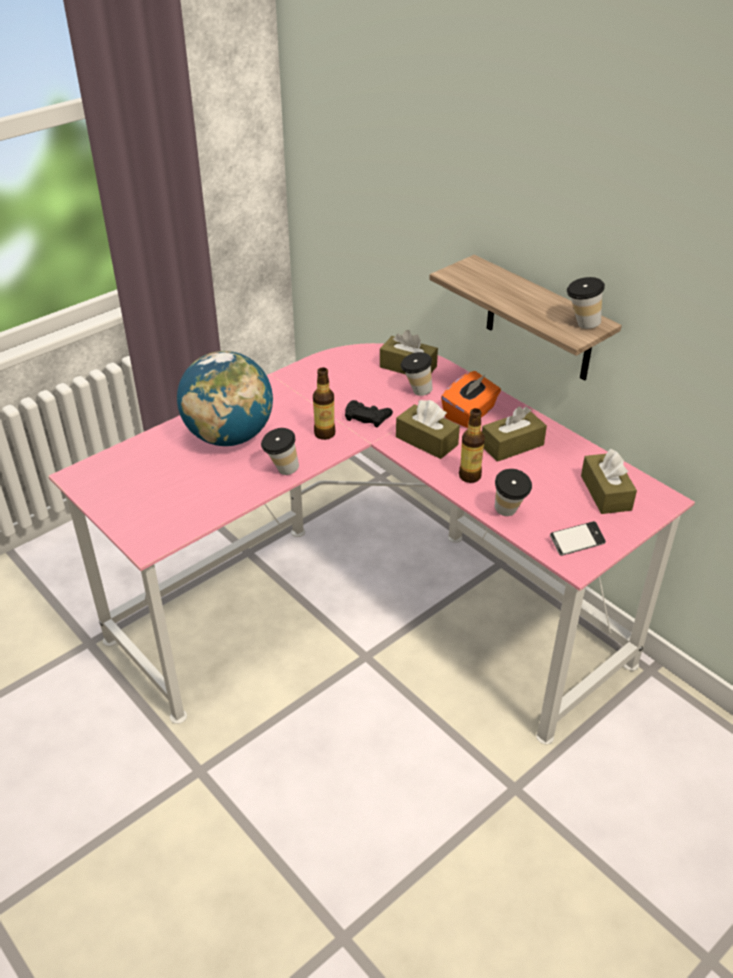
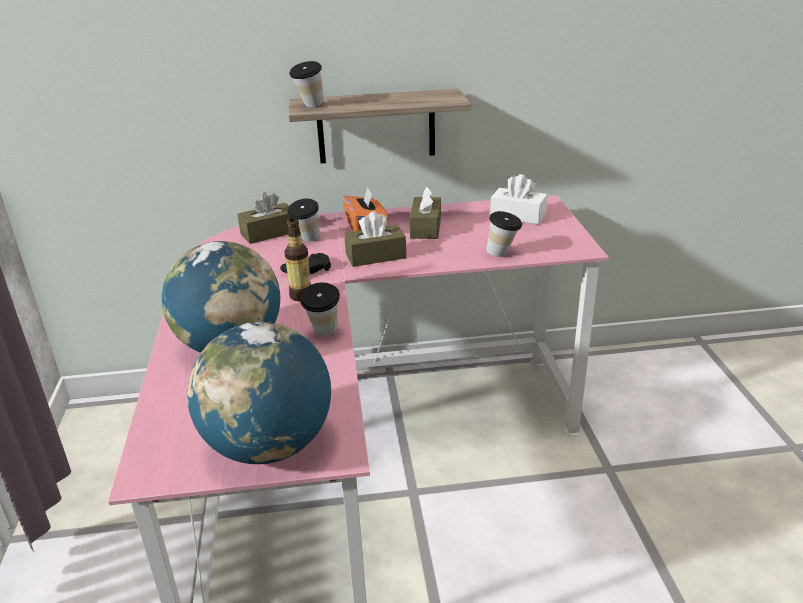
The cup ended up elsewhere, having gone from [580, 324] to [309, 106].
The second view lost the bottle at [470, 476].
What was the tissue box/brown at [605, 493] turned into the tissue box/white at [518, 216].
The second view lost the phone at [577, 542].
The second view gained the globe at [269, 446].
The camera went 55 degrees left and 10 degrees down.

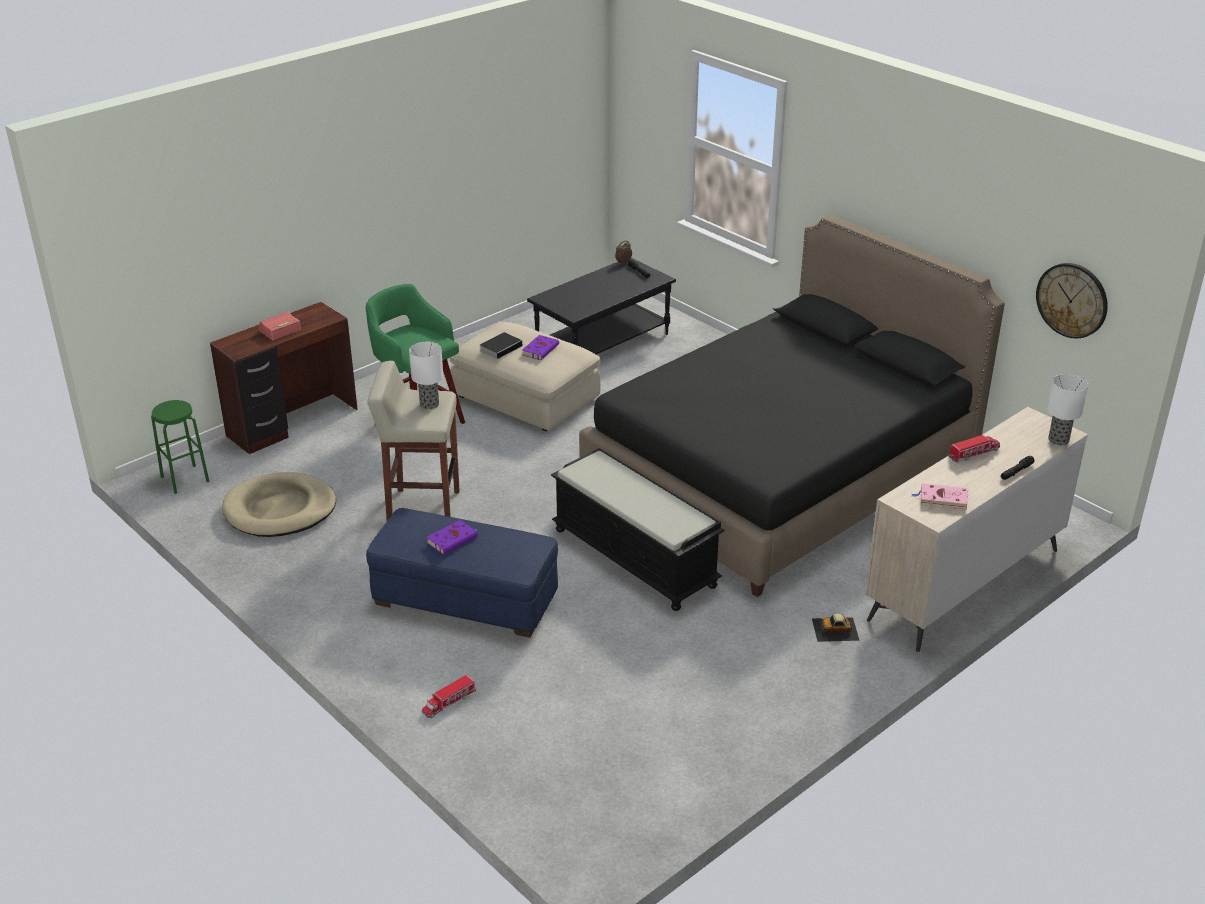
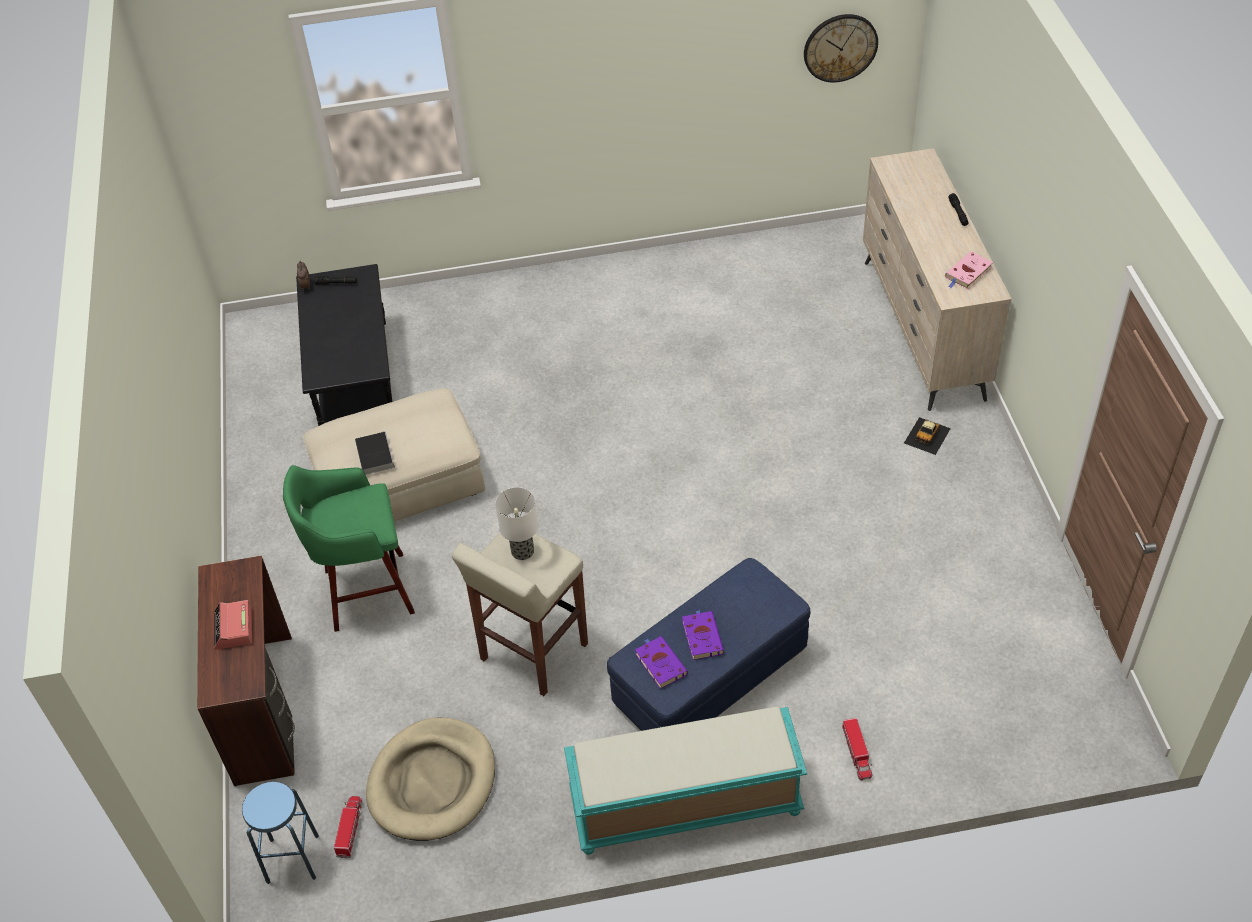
The second view lost the bed/black at [781, 474].
The book/purple ended up elsewhere, having gone from [541, 349] to [659, 663].
The second view lost the table lamp at [1058, 440].
What was the stool/green at [185, 479] turned into the stool/blue at [292, 859].
The toy truck ended up elsewhere, having gone from [974, 453] to [350, 829].
The second view lost the bench/black at [636, 557].
The second view gained the bench/turquoise at [684, 805].
The camera went 55 degrees left and 15 degrees up.

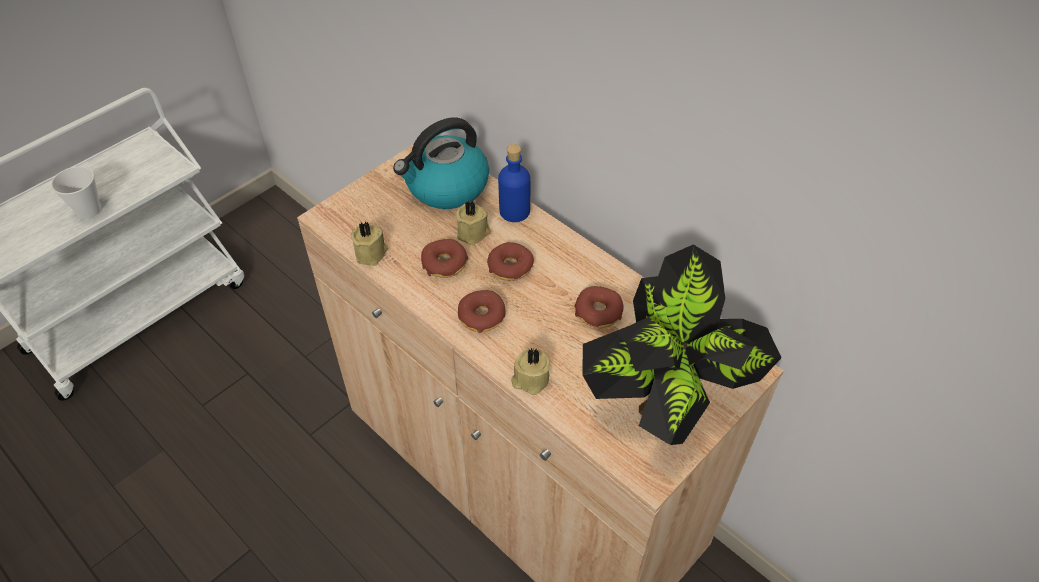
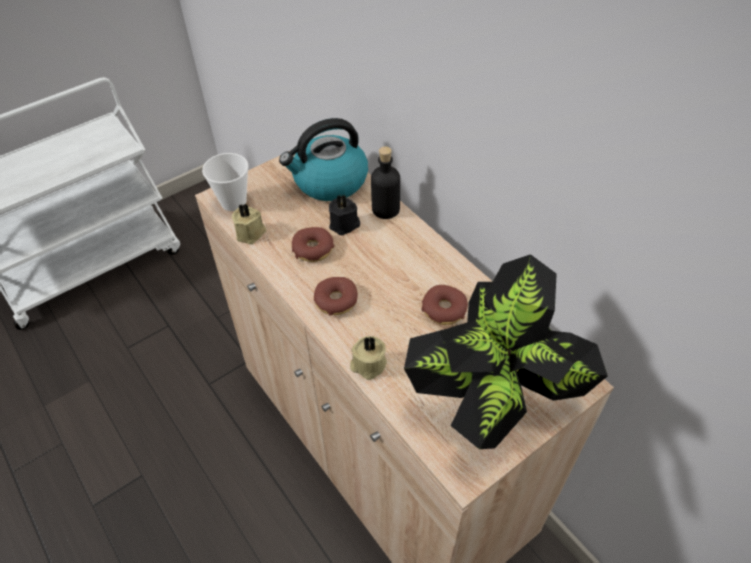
What was the bottle/blue at [514, 211] turned into the bottle/black at [385, 209].
The cup ended up elsewhere, having gone from [89, 210] to [233, 202].
What was the candle/beige at [473, 233] turned into the candle/black at [345, 225].
The second view lost the donut at [510, 267].
The camera went 10 degrees right and 0 degrees up.

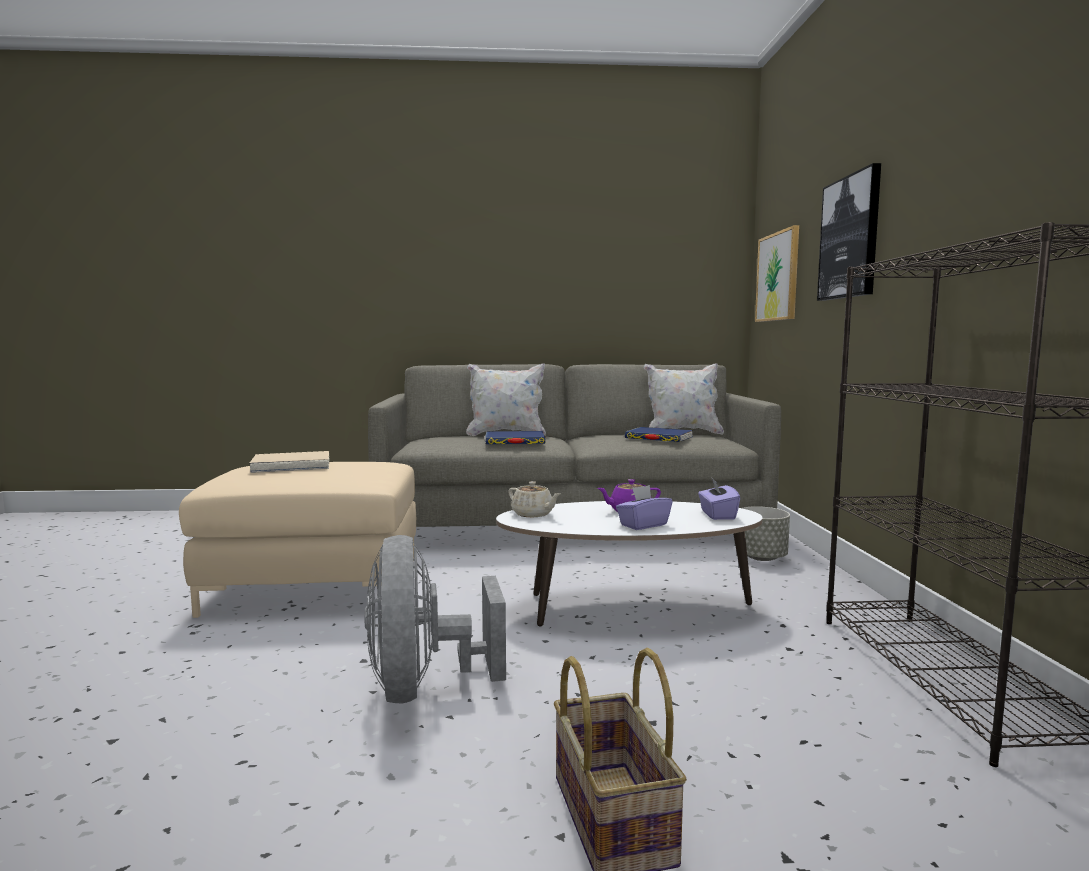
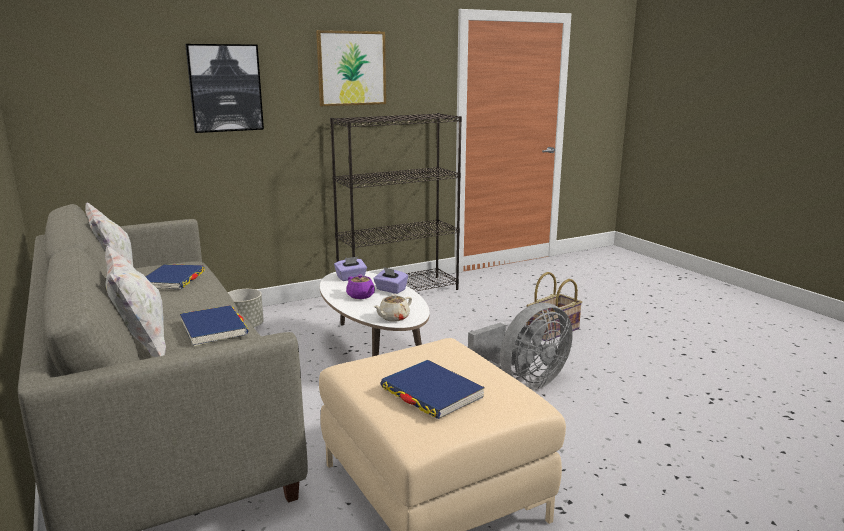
The picture ended up elsewhere, having gone from [778, 277] to [351, 68].
What was the book/beige at [291, 465] turned into the book/blue at [431, 393].
The teapot/beige at [533, 514] ended up facing another way, 150 degrees counterclockwise from before.
The camera went 115 degrees left and 10 degrees up.

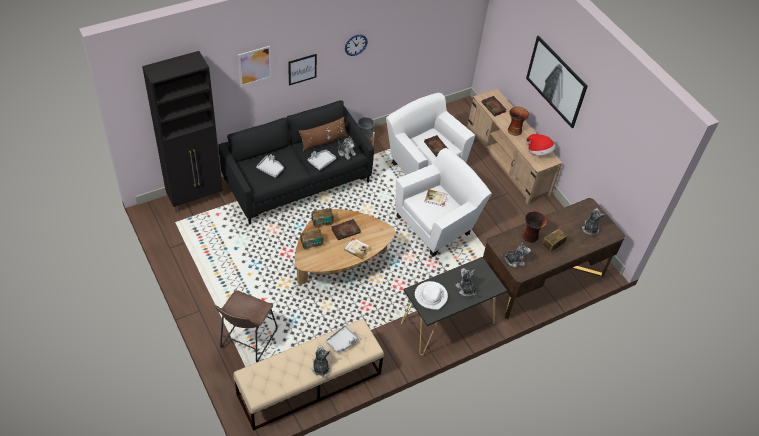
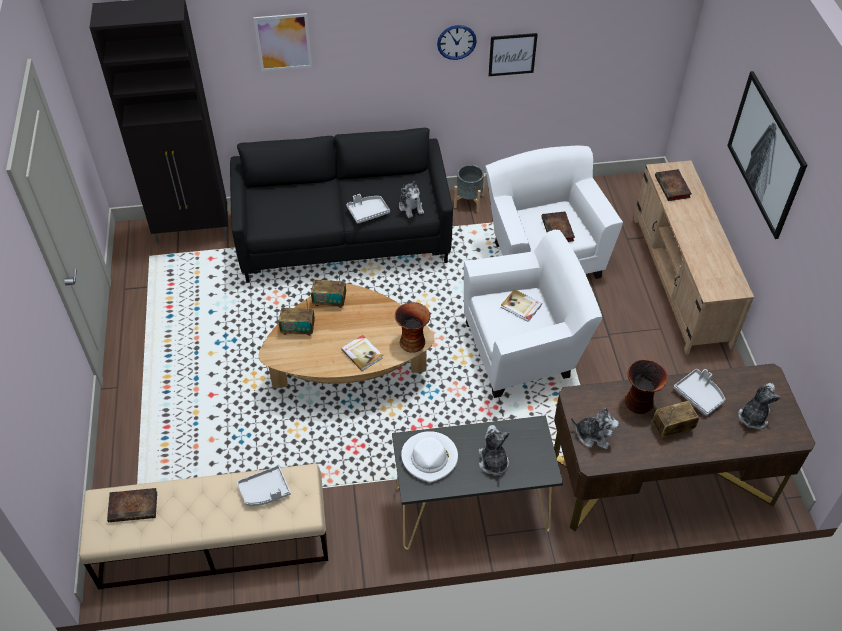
The picture ended up elsewhere, having gone from [302, 69] to [512, 54].
The vase ended up elsewhere, having gone from [514, 130] to [412, 341].
The second view lost the pillow/brown at [323, 141].
The second view lost the hat at [539, 152].
The tray/grey ended up elsewhere, having gone from [270, 169] to [699, 395].
The book ended up elsewhere, having gone from [346, 230] to [134, 506].
The second view lost the stool/brown at [247, 341].
The second view lost the plush toy at [320, 367].
The camera went 25 degrees right and 0 degrees up.

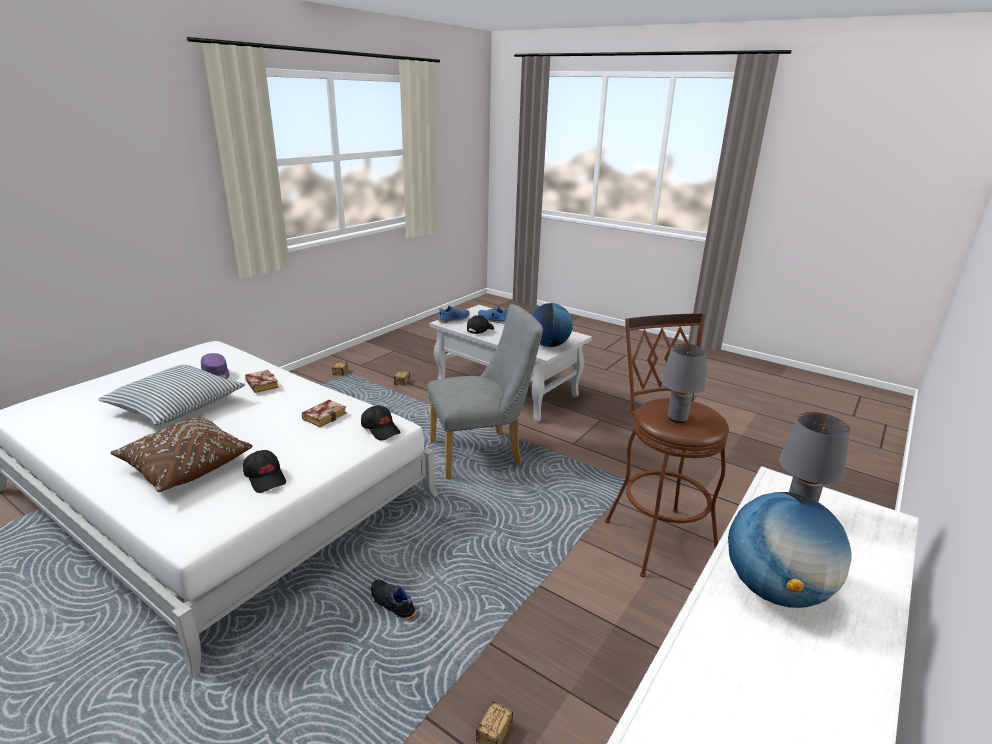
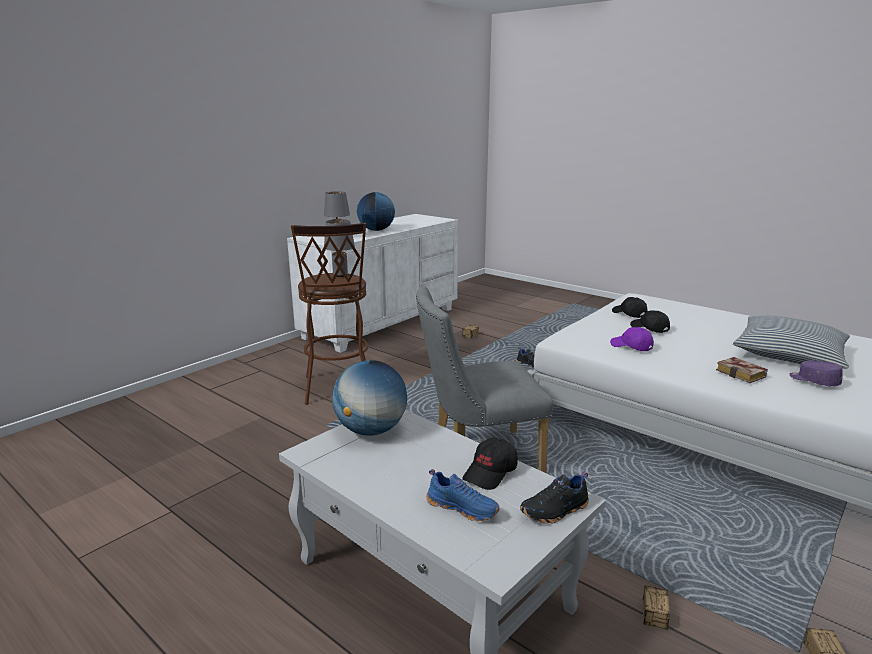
What was the shoe/blue at [453, 319] turned into the shoe/black at [555, 511].
Where the book stood at [325, 416], the cap/purple came to stand at [631, 346].
The cap/black ended up elsewhere, having gone from [381, 429] to [649, 328].
The second view lost the pillow/brown at [185, 466].
The camera went 175 degrees left and 5 degrees down.

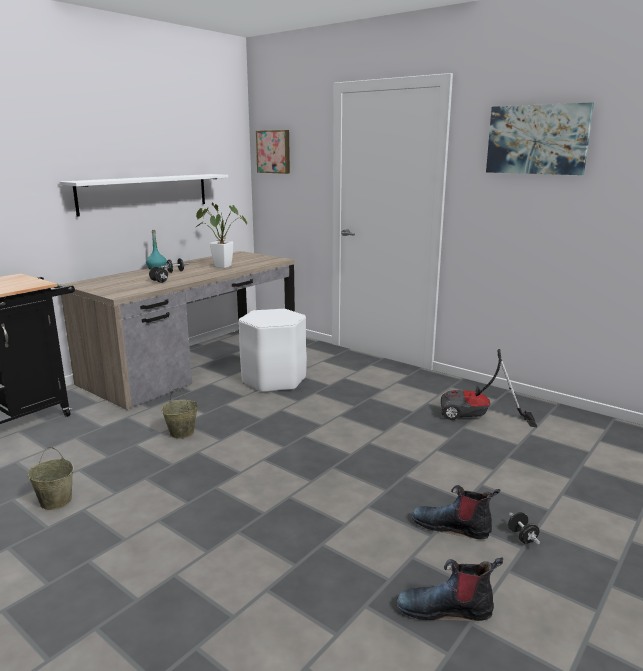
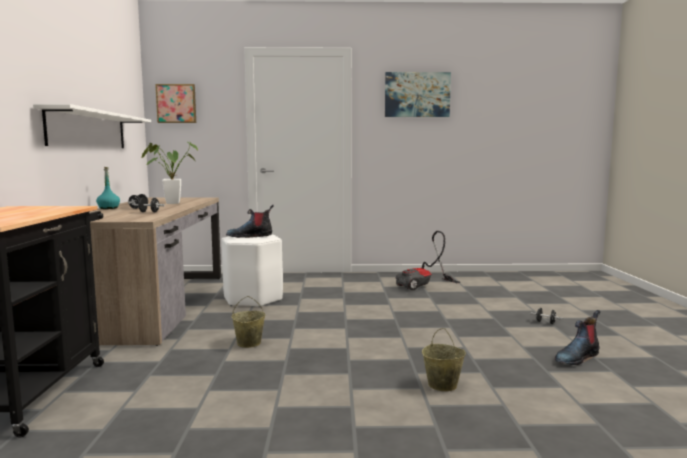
The bucket/beige ended up elsewhere, having gone from [55, 501] to [442, 385].
The boot ended up elsewhere, having gone from [452, 526] to [250, 236].
The camera went 40 degrees left and 10 degrees down.

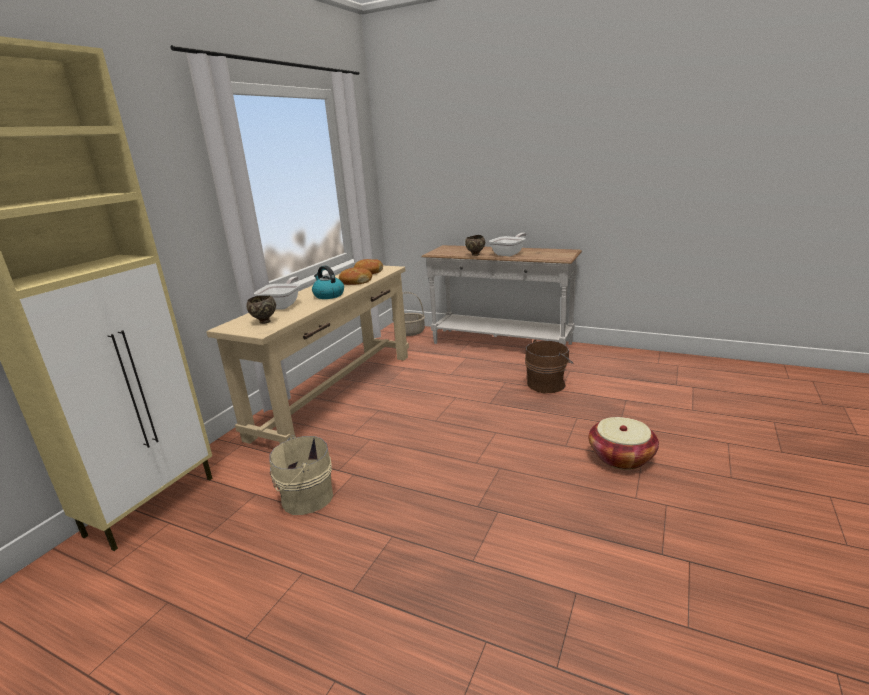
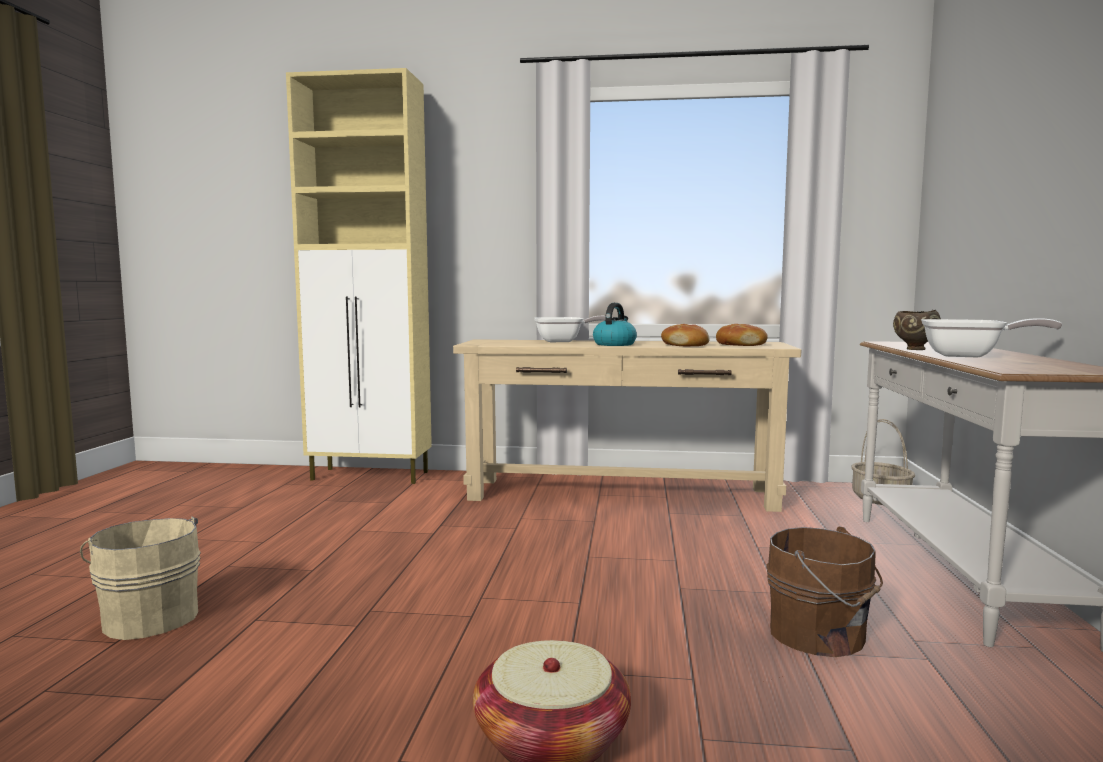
The second view lost the bowl/brown at [264, 322].
The bucket/beige ended up elsewhere, having gone from [304, 498] to [150, 617].
The camera went 70 degrees right and 15 degrees down.

